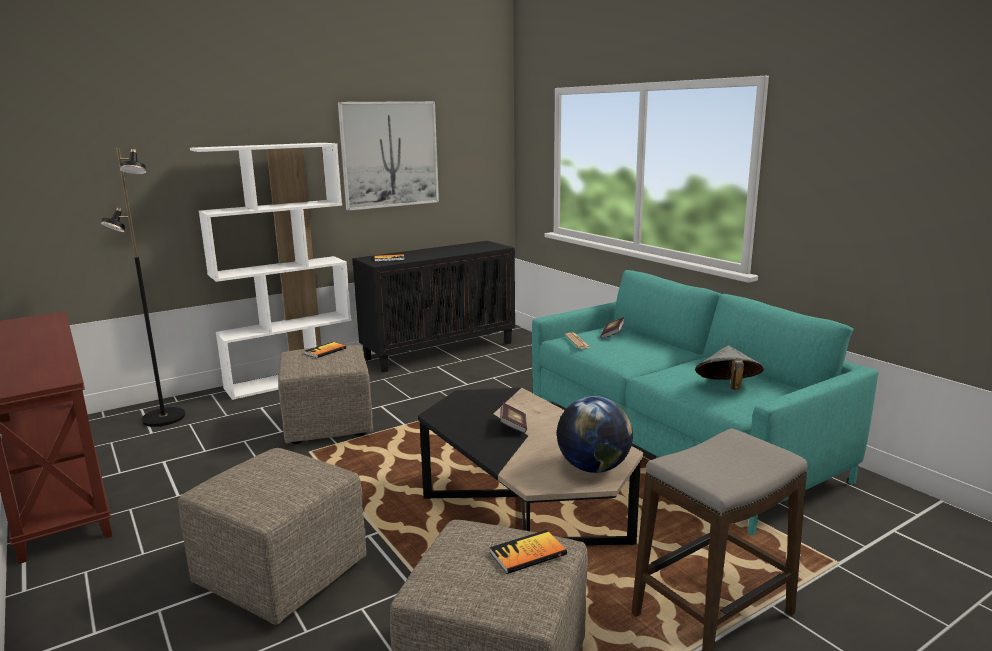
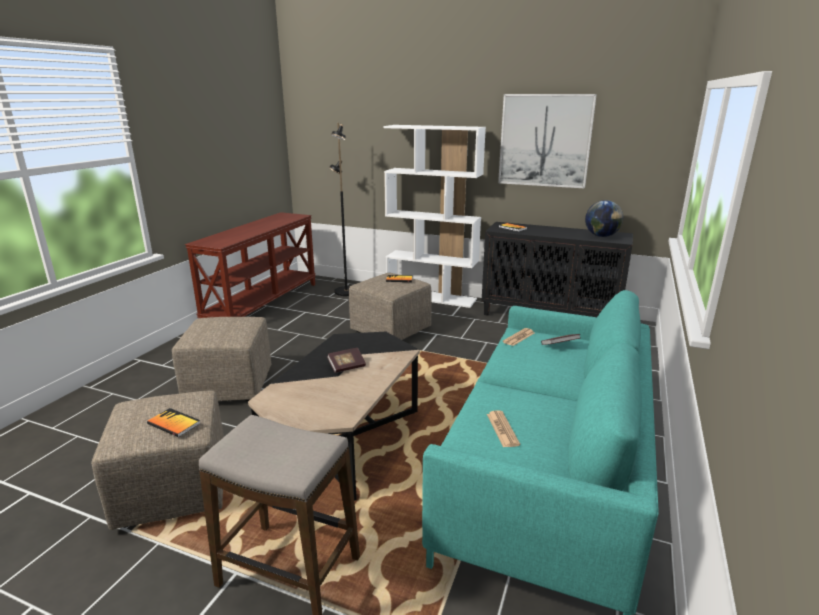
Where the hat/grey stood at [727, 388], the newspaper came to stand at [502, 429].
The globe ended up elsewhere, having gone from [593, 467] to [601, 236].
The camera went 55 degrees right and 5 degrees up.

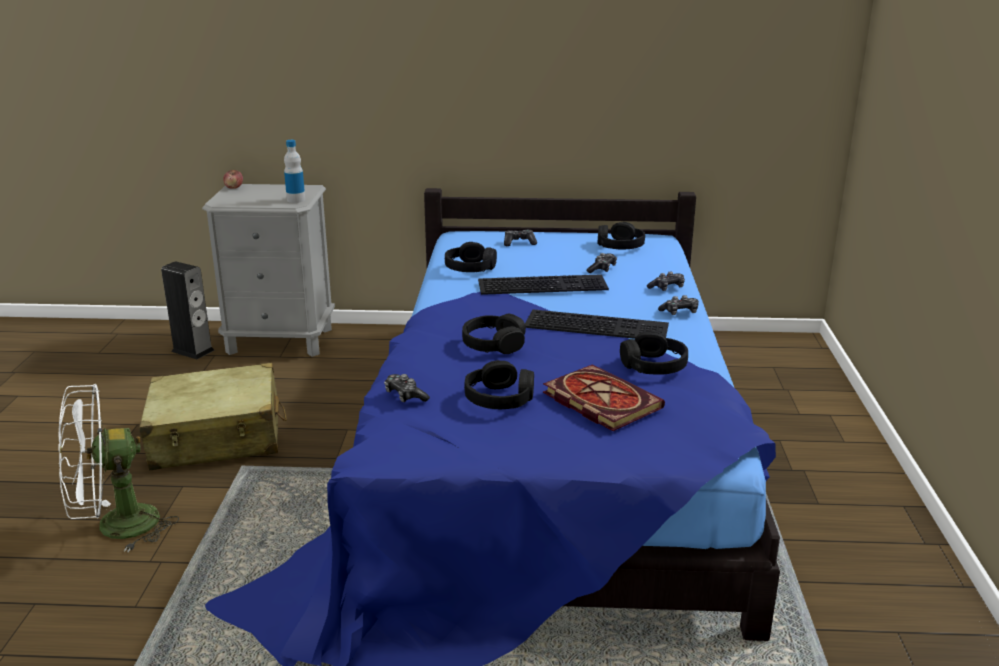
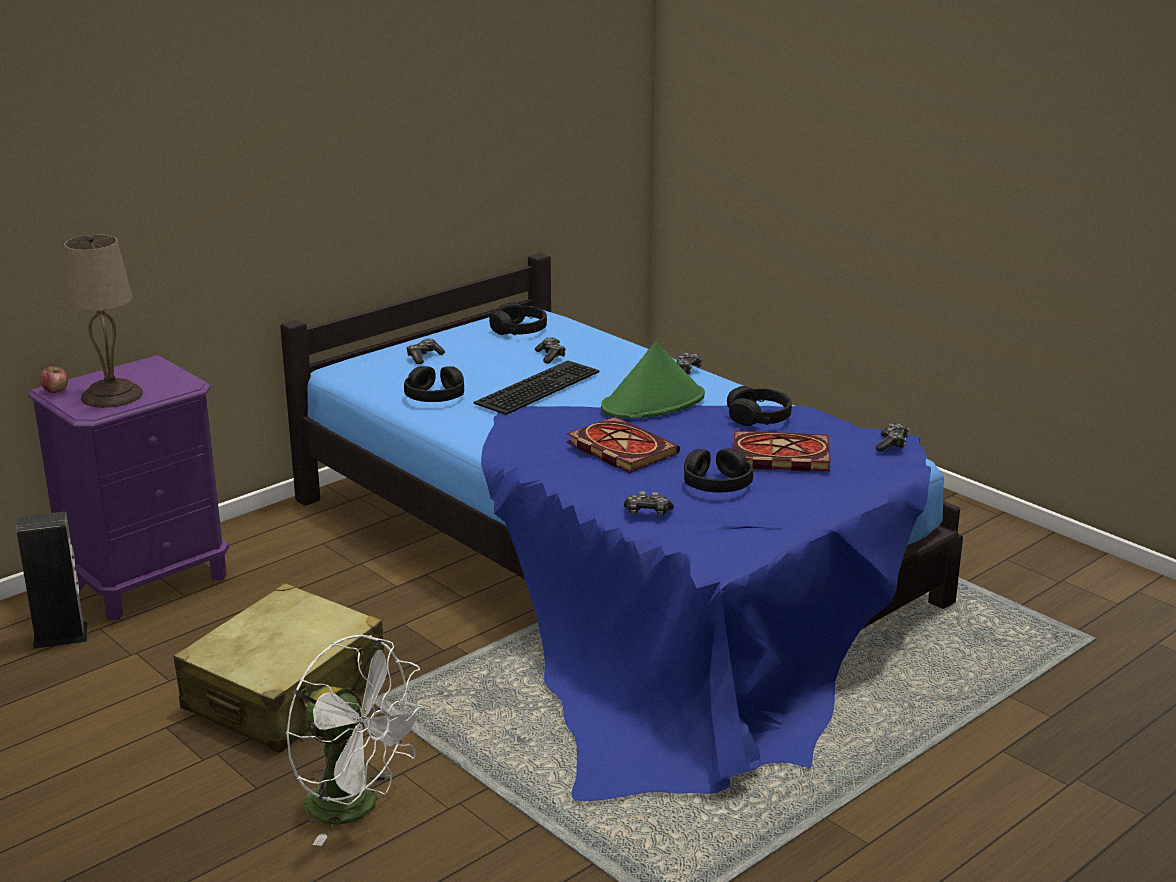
The second view lost the bottle at [296, 200].
What was the nightstand/grey at [280, 340] turned into the nightstand/purple at [149, 580].
The game controller ended up elsewhere, having gone from [667, 288] to [892, 444].
Where the keyboard stood at [598, 324], the hat/green came to stand at [653, 403].
Where the headphones/black stood at [493, 344], the book came to stand at [618, 448].
The fan/white at [115, 528] ended up facing another way, 75 degrees counterclockwise from before.
The second view gained the table lamp/beige at [112, 396].
The camera went 45 degrees left and 0 degrees up.

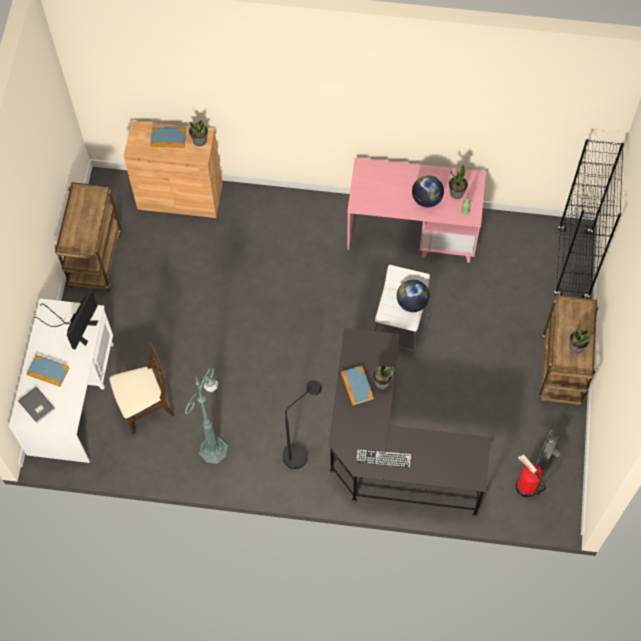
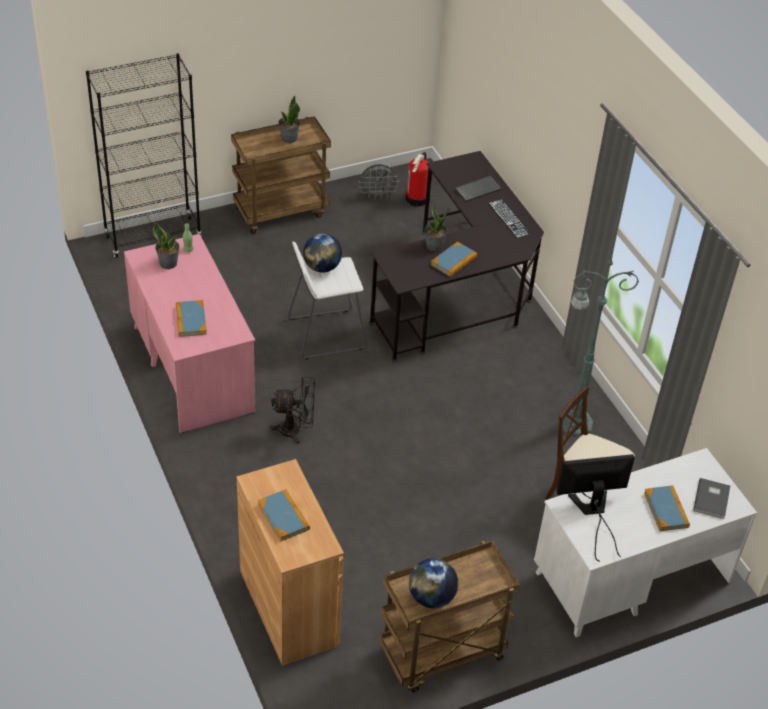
The second view lost the potted plant at [199, 140].
The globe ended up elsewhere, having gone from [427, 199] to [431, 597].
The second view lost the floor lamp/black at [300, 452].
The second view gained the keyboard at [478, 189].
The second view gained the book at [191, 320].
The second view gained the fan/black at [296, 430].
The camera went 125 degrees left and 20 degrees down.

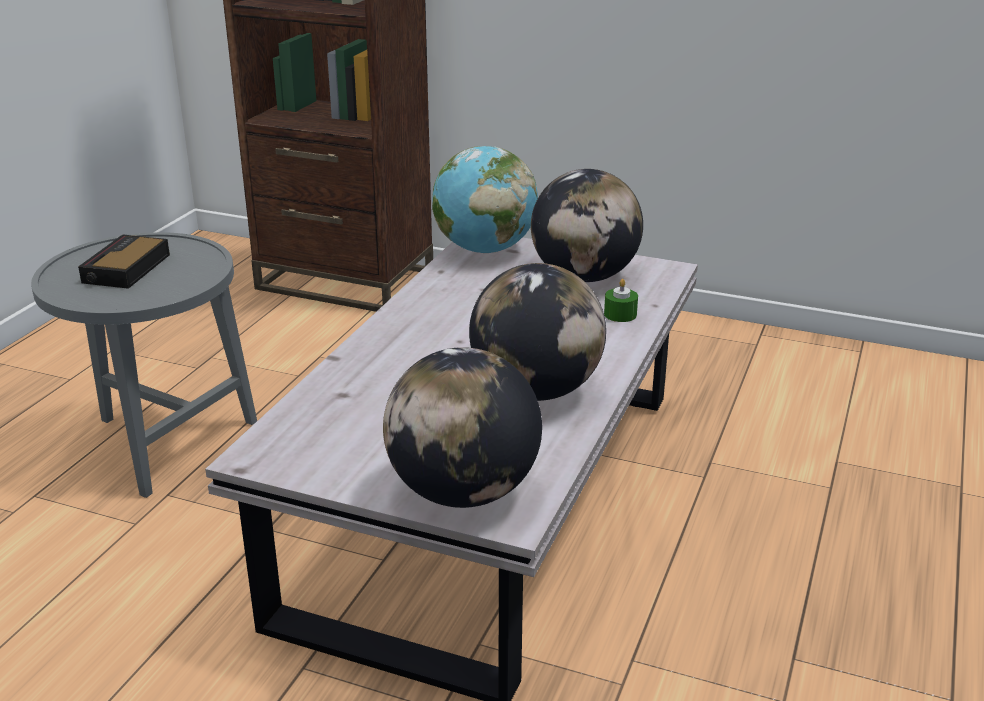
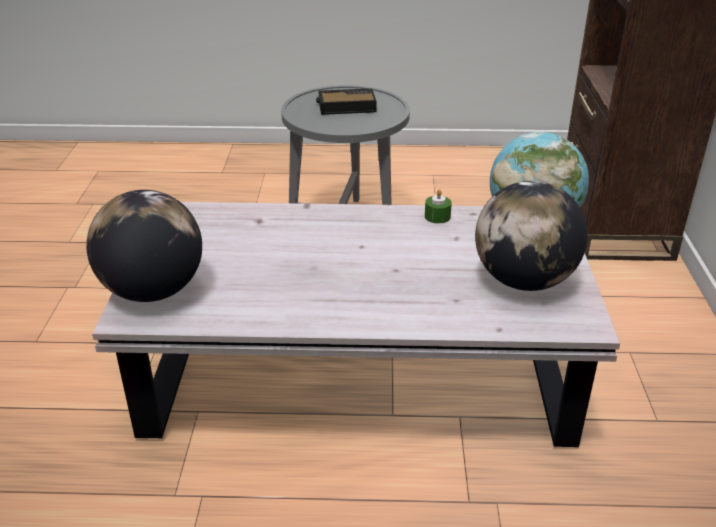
The second view lost the globe at [536, 391].
The candle/green ended up elsewhere, having gone from [620, 314] to [437, 216].
The camera went 70 degrees right and 5 degrees up.

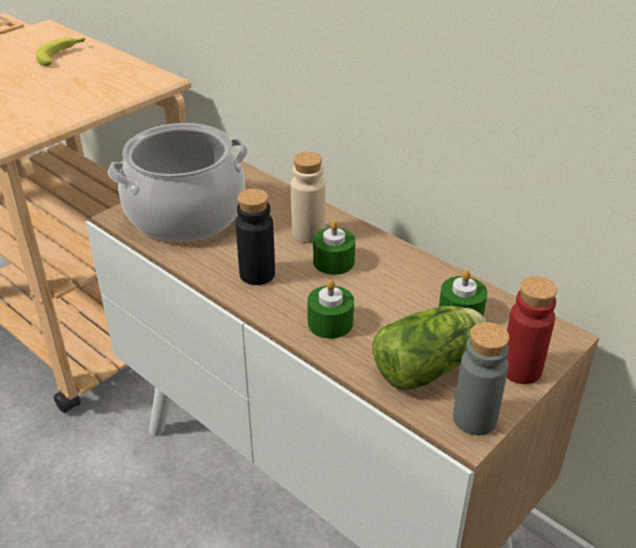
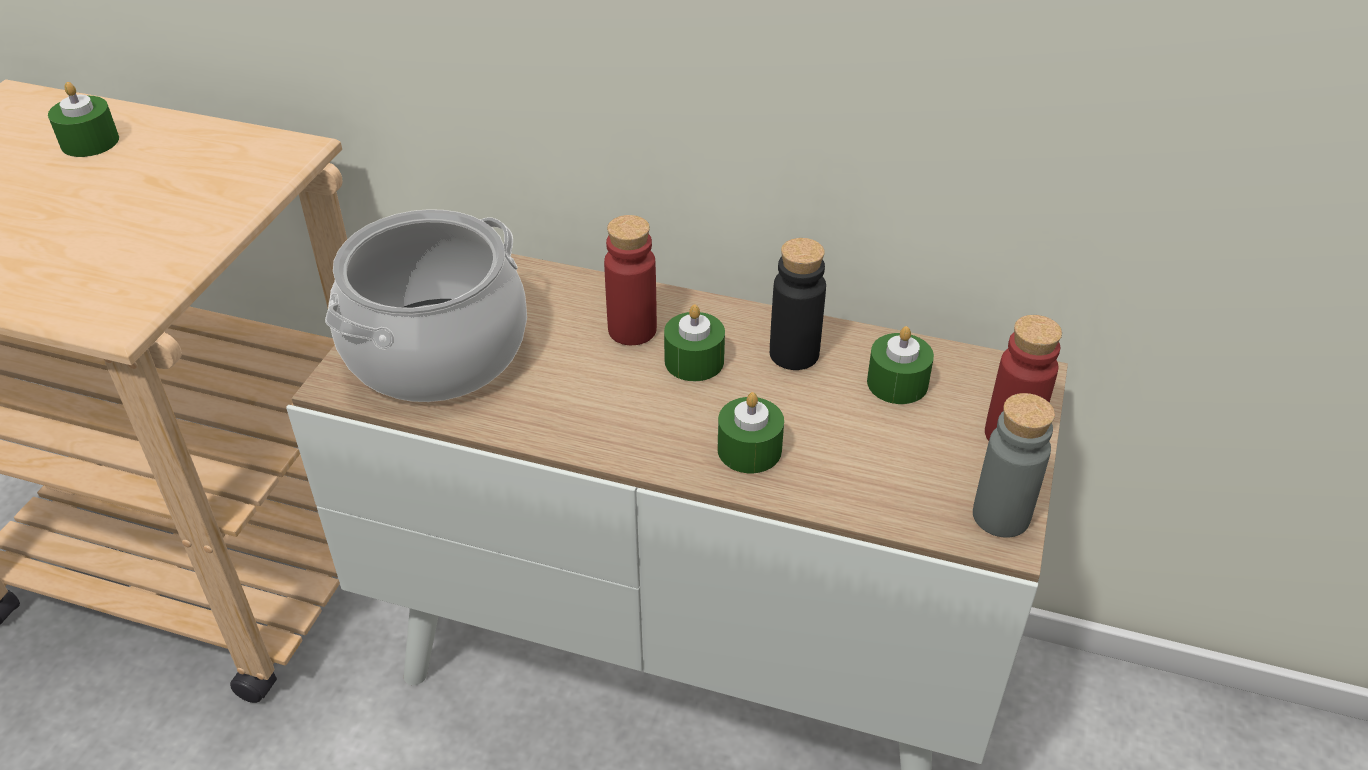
Where the banana stood at [63, 55], the candle/green came to stand at [90, 142].
What was the bottle/beige at [308, 233] turned into the bottle/red at [632, 330].
The bottle/black ended up elsewhere, having gone from [257, 274] to [794, 354].
The second view lost the lettuce at [431, 365].
The camera went 25 degrees left and 5 degrees up.

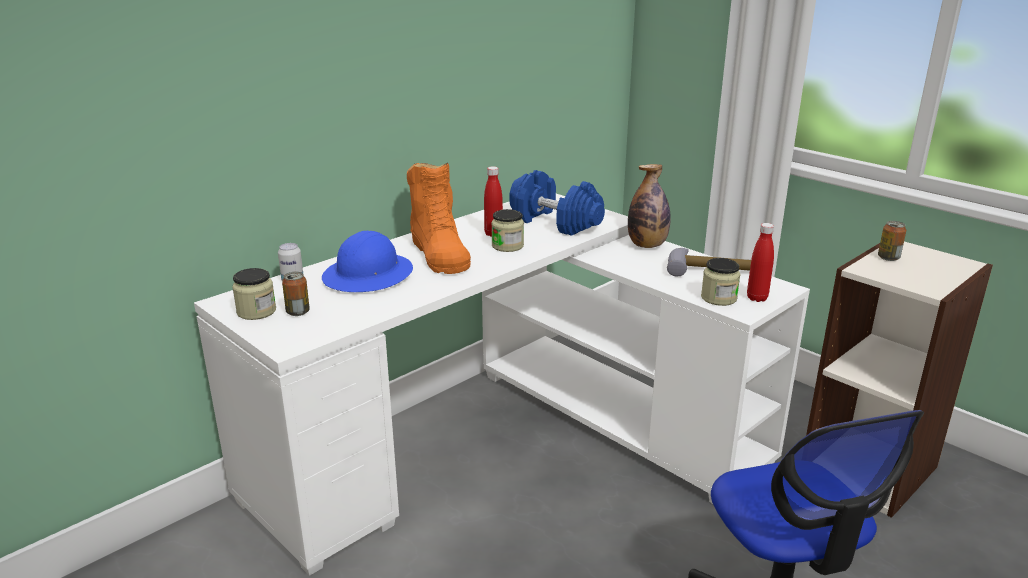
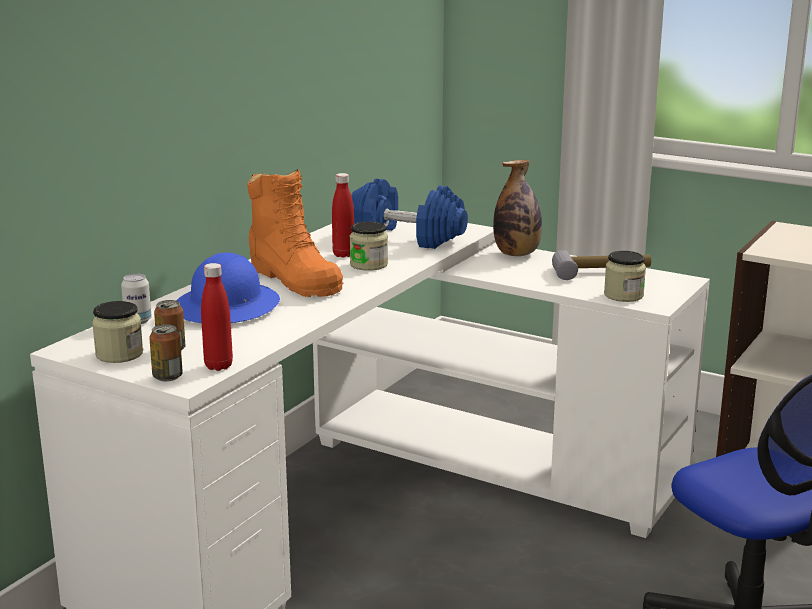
The can ended up elsewhere, having gone from [888, 258] to [167, 377].
The bottle/red ended up elsewhere, having gone from [757, 298] to [218, 366].
The camera went 15 degrees left and 5 degrees down.

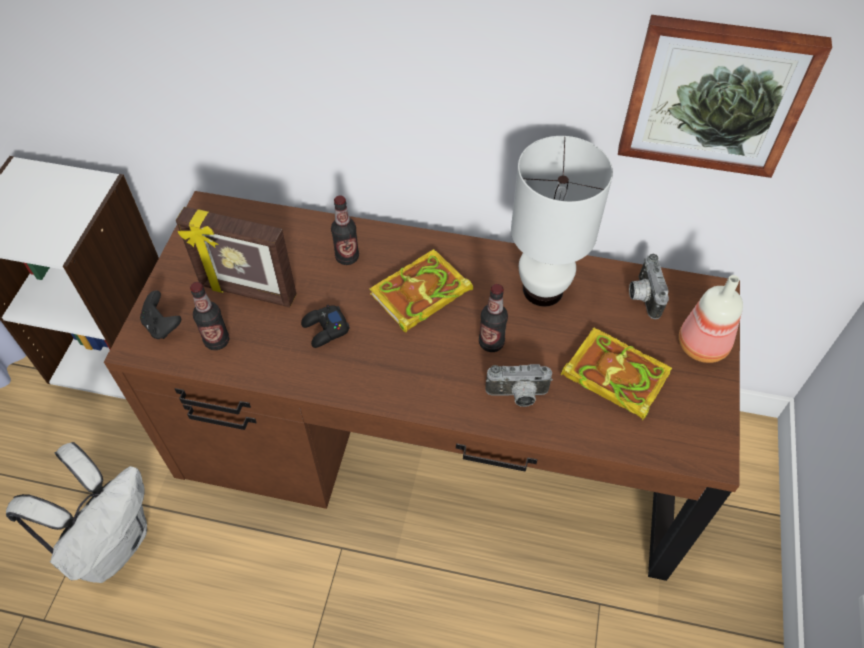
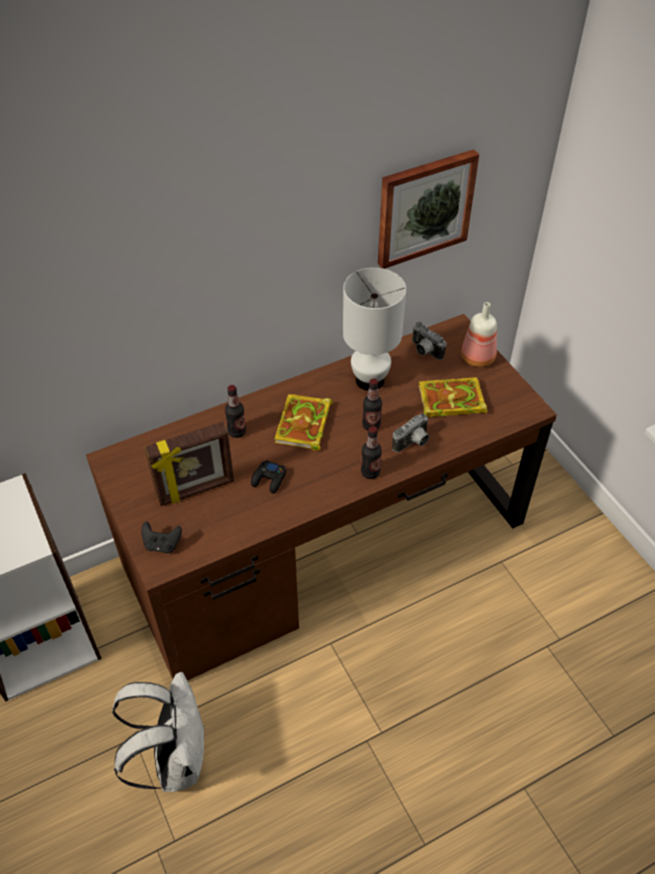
The bottle ended up elsewhere, having gone from [217, 341] to [370, 472].
The camera went 40 degrees left and 5 degrees down.

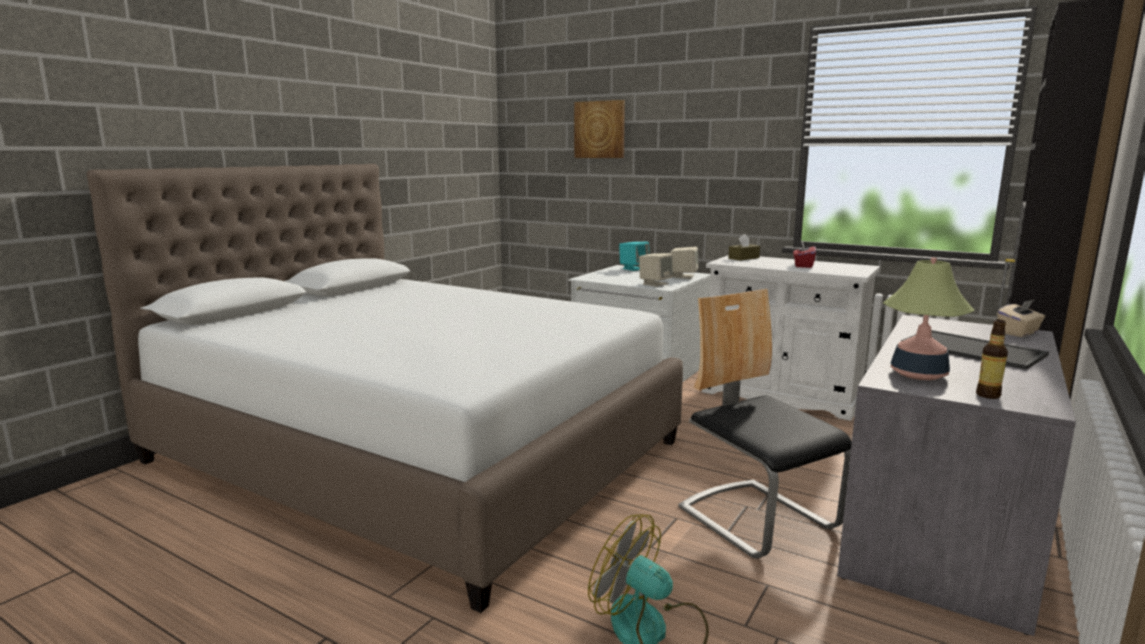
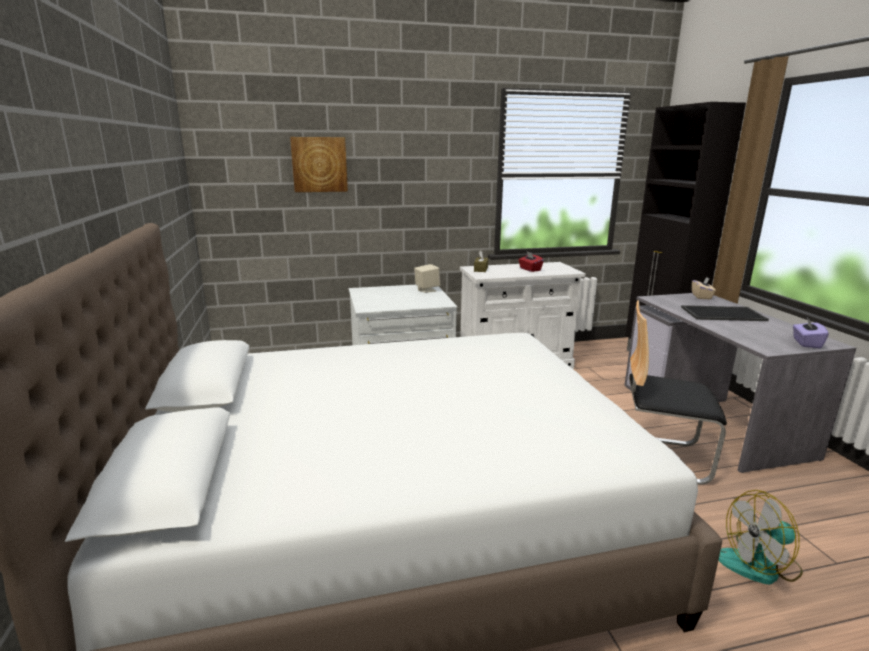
The second view lost the speaker/turquoise at [633, 268].
The second view lost the speaker/beige at [655, 284].
The second view lost the table lamp at [918, 374].
Where the bottle stood at [988, 395], the tissue box/purple came to stand at [806, 343].
The camera went 45 degrees left and 5 degrees up.

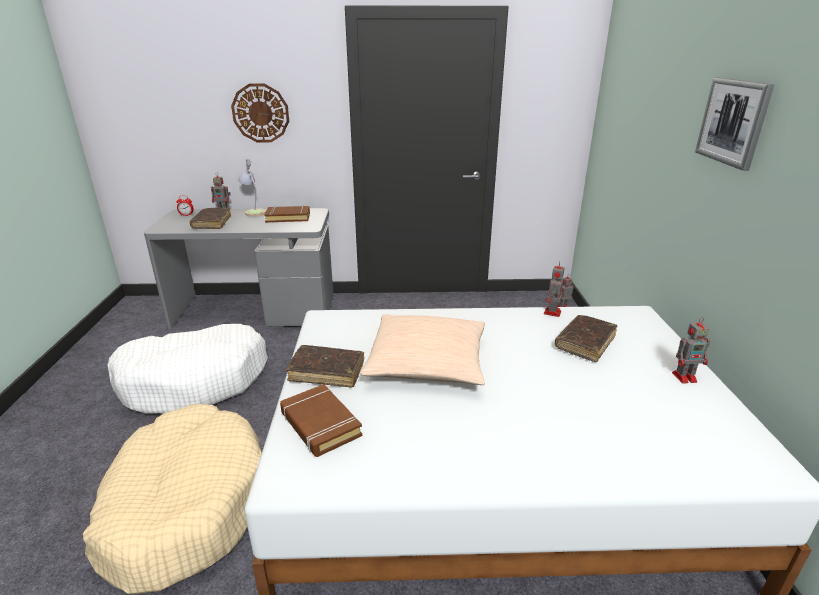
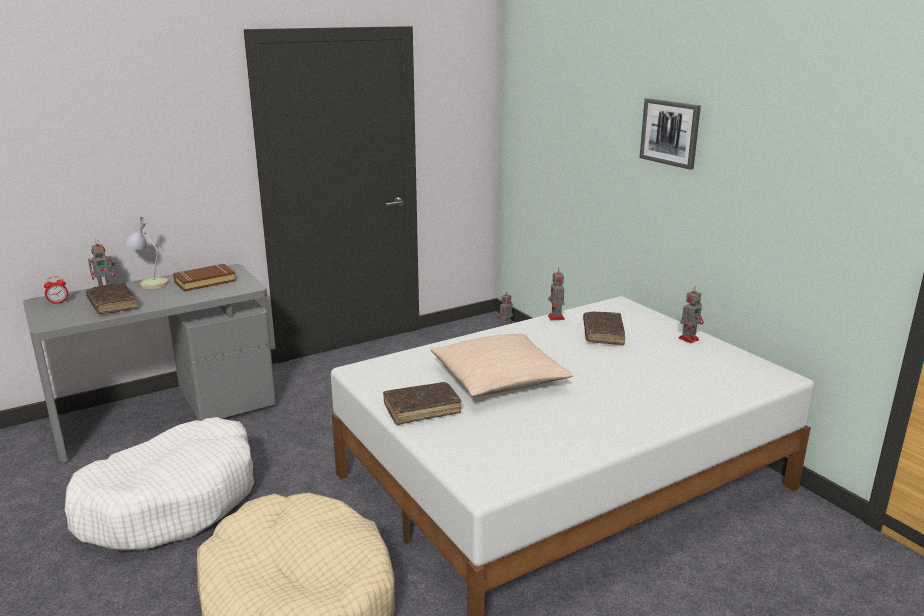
The second view lost the wall clock at [260, 113].
The second view lost the book/brown at [320, 424].
The camera went 30 degrees left and 5 degrees down.

